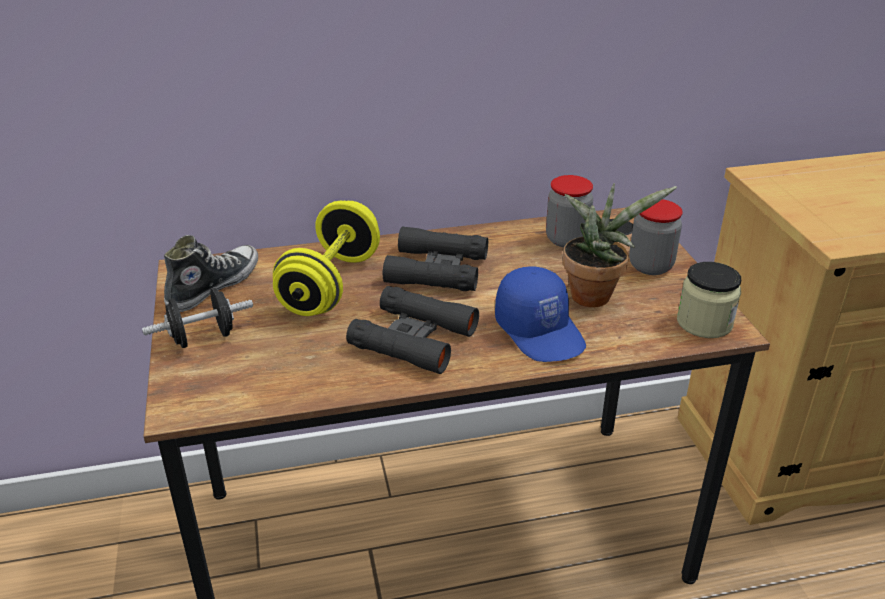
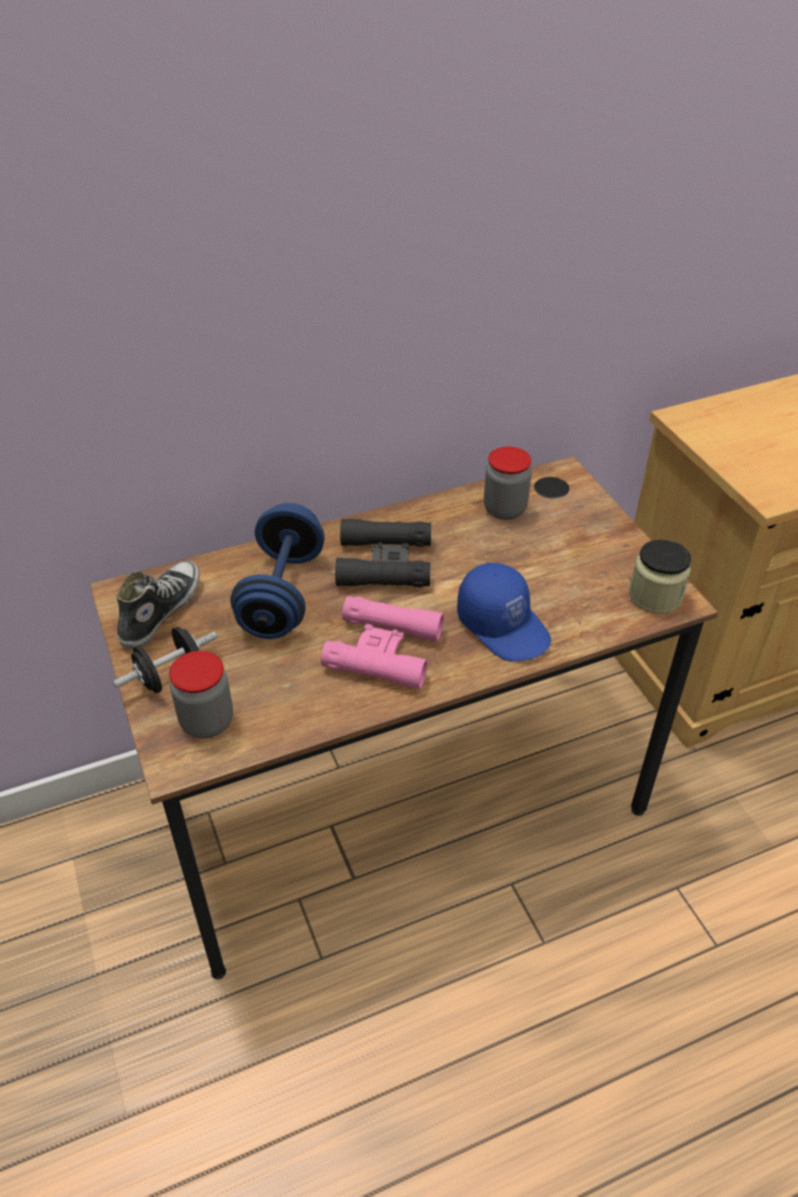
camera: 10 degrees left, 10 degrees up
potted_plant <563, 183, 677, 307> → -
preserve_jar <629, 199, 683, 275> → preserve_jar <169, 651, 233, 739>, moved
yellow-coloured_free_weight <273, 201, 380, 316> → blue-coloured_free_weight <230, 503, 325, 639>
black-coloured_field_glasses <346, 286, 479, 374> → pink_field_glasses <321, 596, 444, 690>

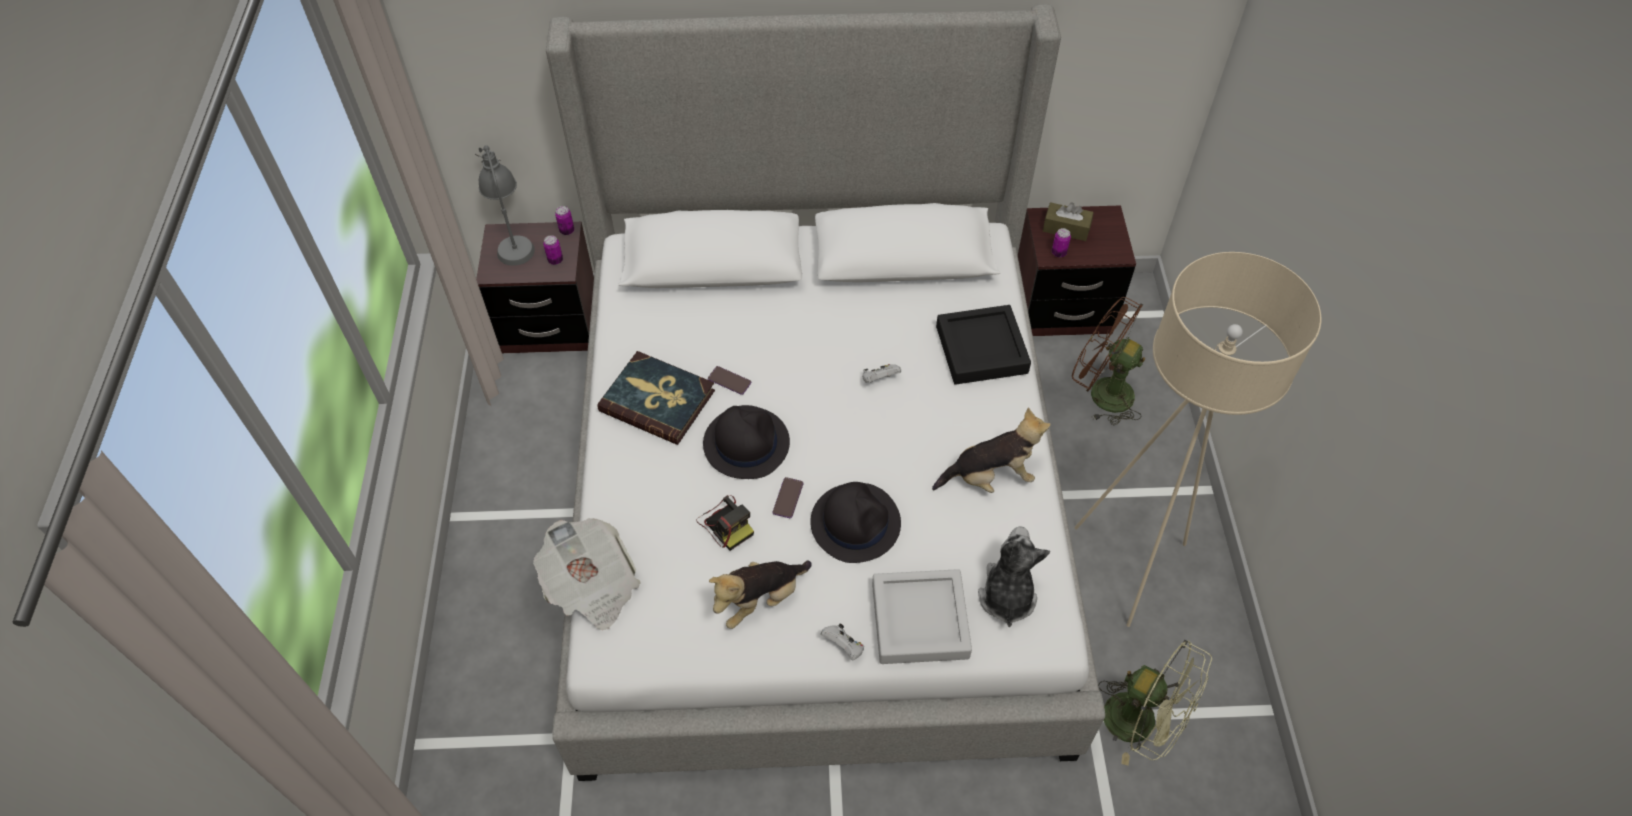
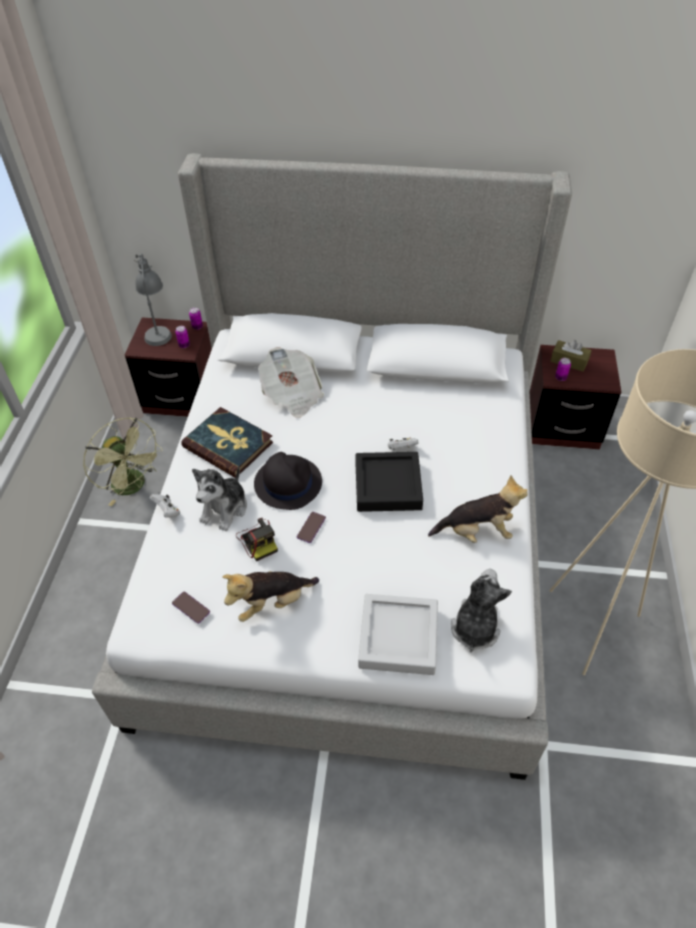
camera: 10 degrees right, 5 degrees down
black-coloured_hat <810, 482, 901, 563> → -
brown-coloured_fan <1072, 297, 1145, 425> → -
- → soft_toy <192, 466, 247, 531>
printed_paper <533, 518, 641, 630> → printed_paper <258, 347, 324, 418>, moved
telephone <708, 366, 752, 395> → telephone <172, 592, 210, 624>, moved
white_game_controller <821, 624, 864, 660> → white_game_controller <149, 494, 180, 518>, moved
black-coloured_carrying_tray <936, 305, 1031, 385> → black-coloured_carrying_tray <355, 452, 423, 512>, moved
green-coloured_fan <1098, 640, 1212, 765> → green-coloured_fan <83, 417, 163, 506>, moved

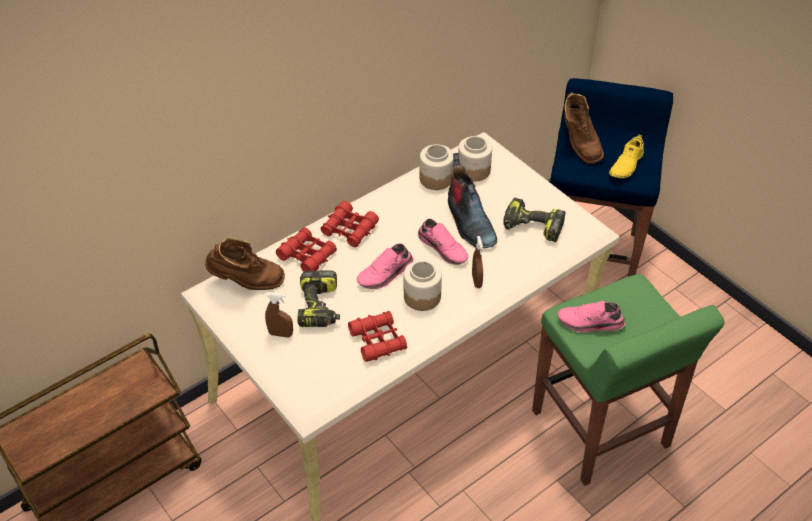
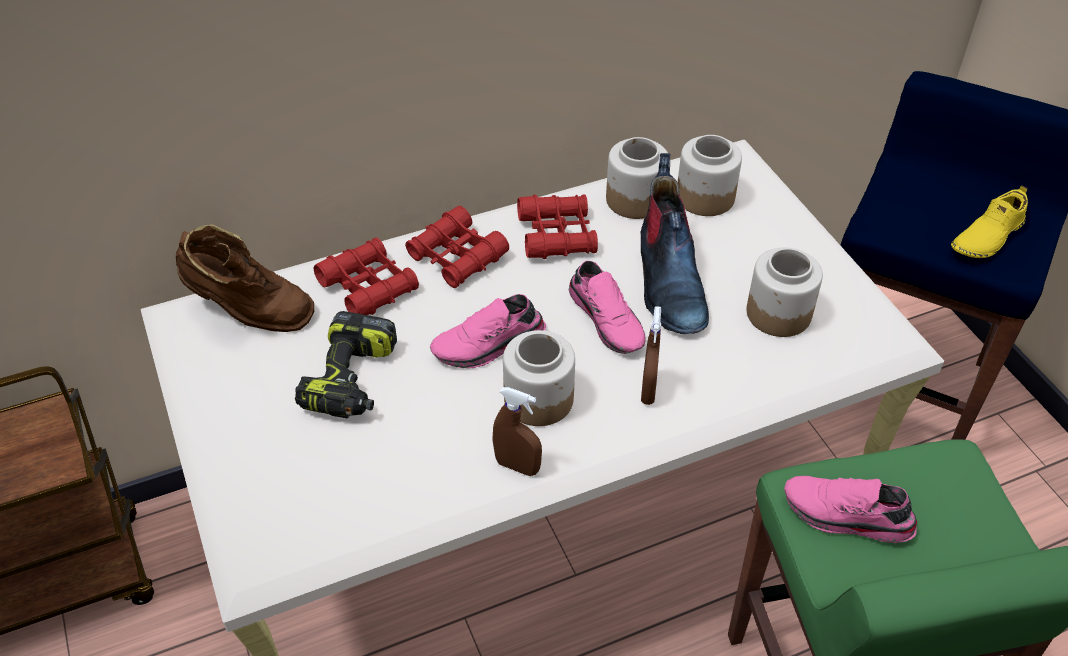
camera: 15 degrees right, 0 degrees up
brown-coloured_boot <564, 92, 604, 164> → -
brown-coloured_hand_sprayer <265, 292, 293, 337> → brown-coloured_hand_sprayer <493, 387, 542, 476>, moved
red_field_glasses <348, 311, 407, 362> → red_field_glasses <517, 194, 598, 259>, moved
power_drill <503, 197, 566, 242> → preserve_jar <747, 247, 823, 337>

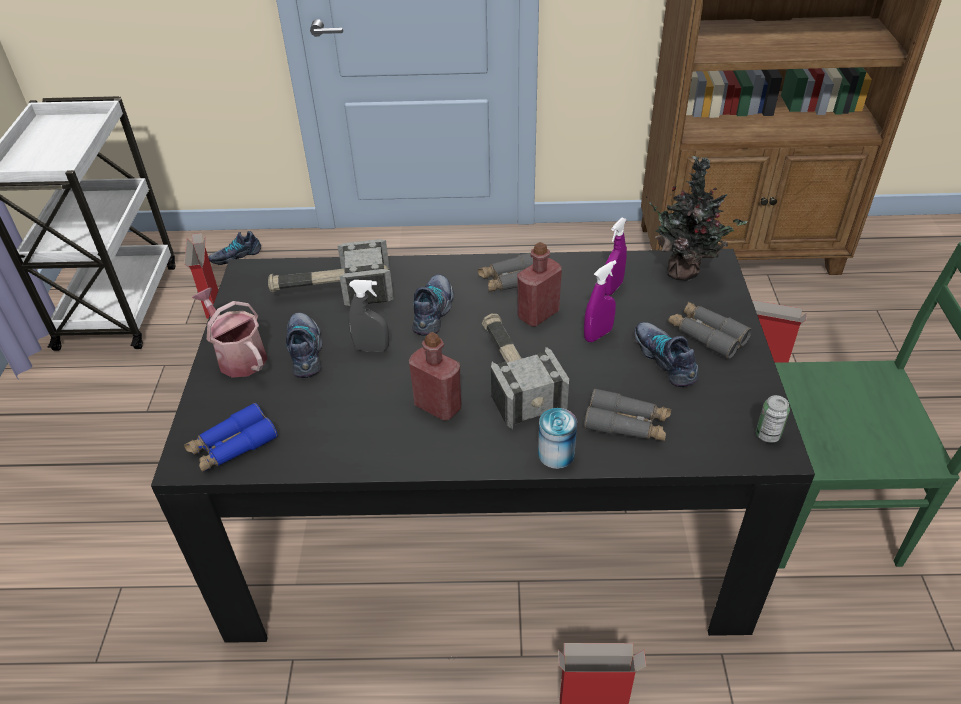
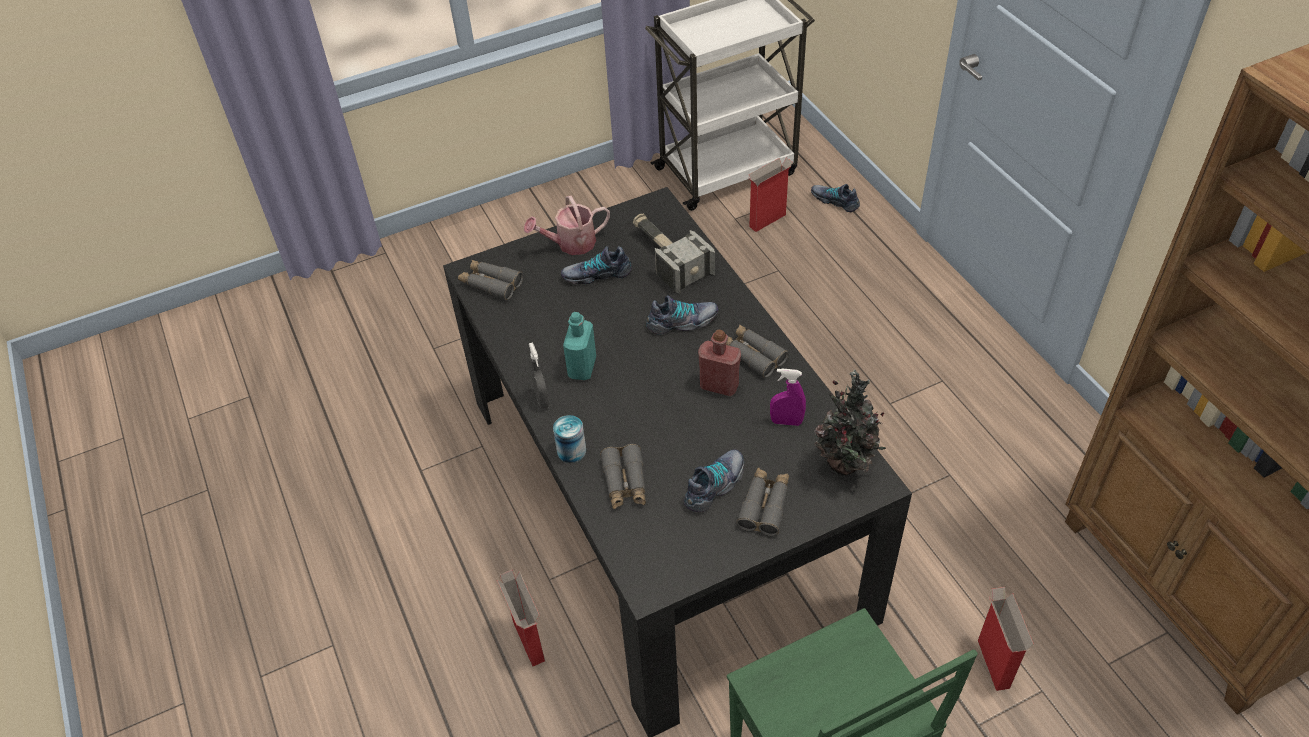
camera: 65 degrees right, 5 degrees up
tool_hammer <482, 314, 569, 429> → -
purple_hand_sprayer <584, 260, 617, 342> → -
sealed_can <756, 395, 790, 443> → -
gray_hand_sprayer <348, 280, 389, 352> → gray_hand_sprayer <529, 343, 549, 409>, moved
blue-coloured_field_glasses <184, 403, 278, 472> → gray_field_glasses <458, 260, 523, 300>
red_drink_bottle <409, 332, 461, 421> → turquoise_drink_bottle <563, 312, 596, 380>
watering_pot <192, 288, 268, 378> → watering_pot <524, 196, 610, 255>, 135 degrees counterclockwise
low_shoe <286, 313, 323, 378> → low_shoe <561, 246, 632, 284>, 150 degrees counterclockwise

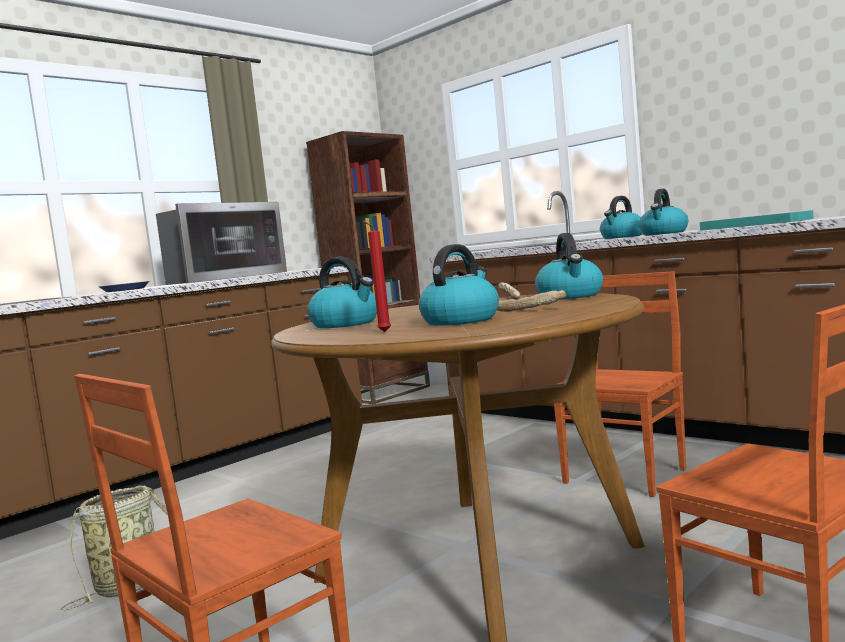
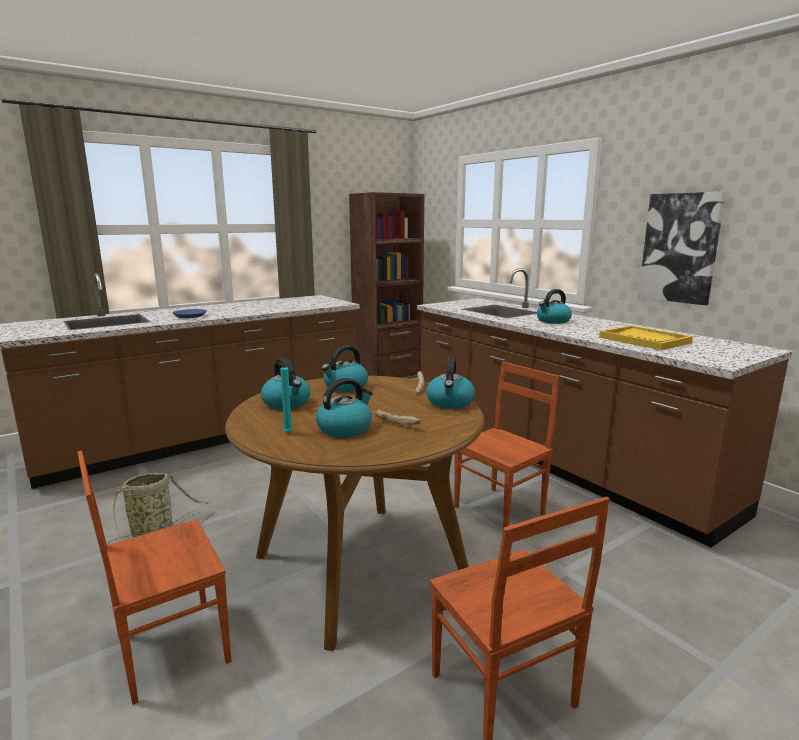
camera: 10 degrees right, 10 degrees up
microwave <156, 202, 287, 285> → -
- → picture <638, 192, 726, 305>
tea_kettle <639, 189, 688, 236> → tea_kettle <322, 345, 368, 392>, moved
red_wax_light <363, 221, 391, 332> → turquoise_wax_light <276, 362, 293, 433>
turquoise_carrying_tray <700, 210, 814, 231> → yellow-coloured_carrying_tray <599, 325, 693, 350>

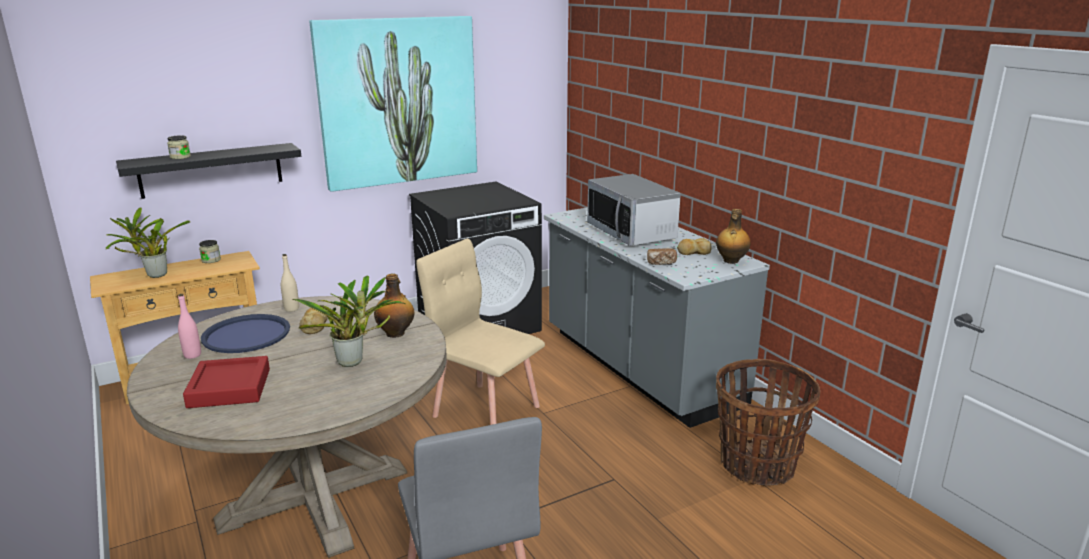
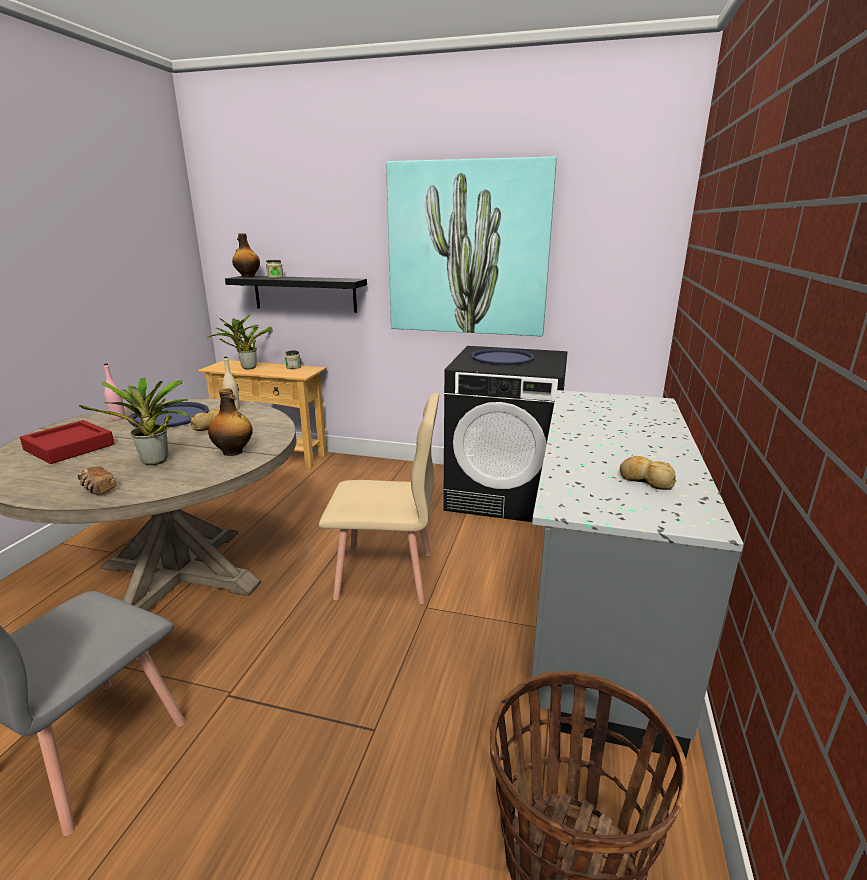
camera: 45 degrees right, 0 degrees up
microwave <587, 174, 681, 246> → -
- → blue-coloured_carrying_tray <471, 348, 534, 365>
baked_bread <647, 248, 677, 265> → baked_bread <78, 466, 116, 495>, moved
drink_bottle <716, 209, 751, 264> → drink_bottle <232, 233, 260, 278>, moved
beige-coloured_upright_chair <416, 239, 545, 425> → beige-coloured_upright_chair <319, 393, 439, 604>, 105 degrees clockwise

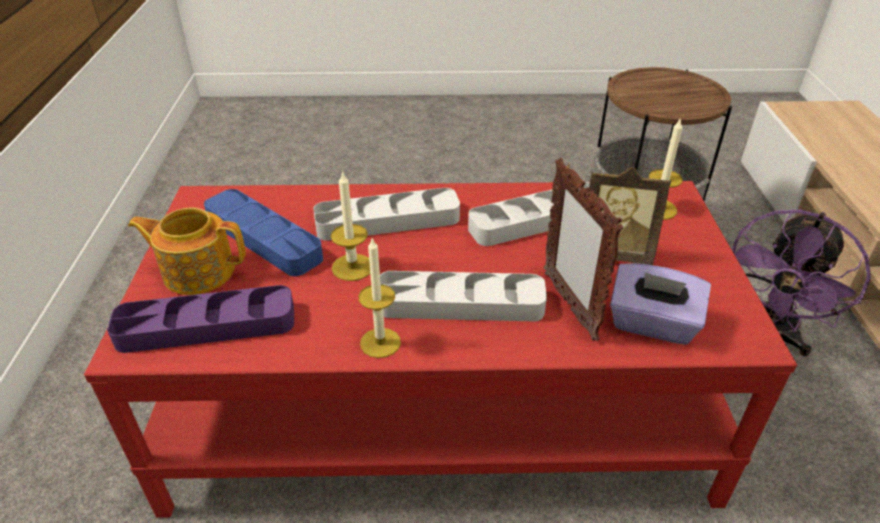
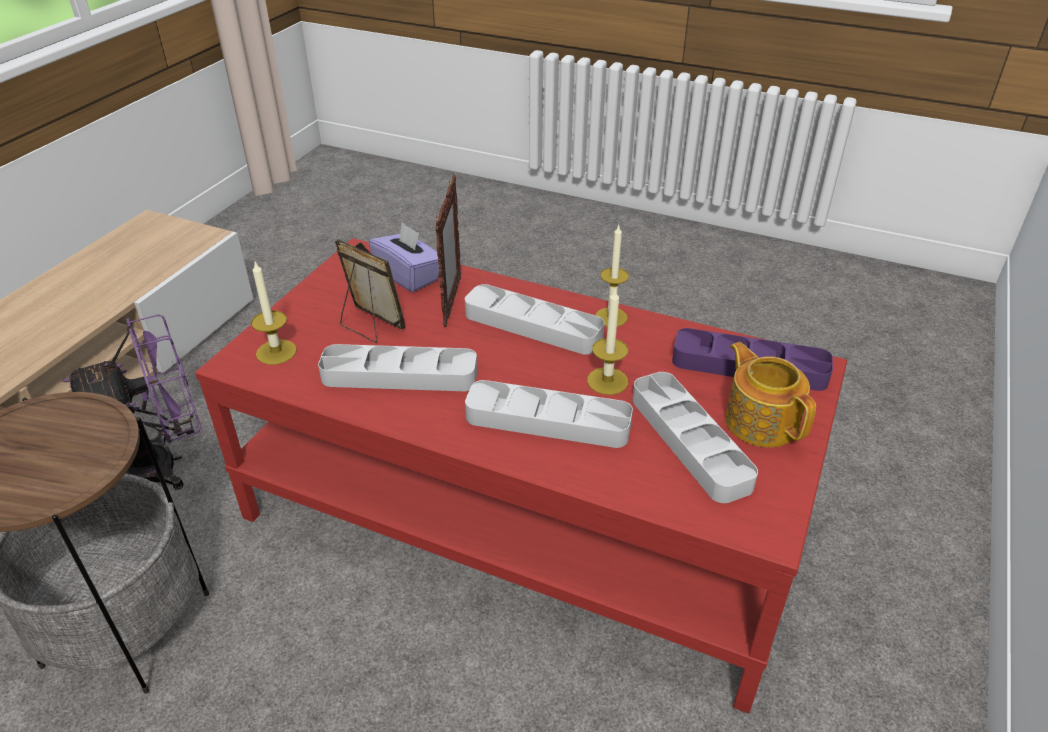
camera: 155 degrees left, 0 degrees up
blue-coloured_carrying_tray <204, 189, 323, 276> → gray_carrying_tray <632, 372, 758, 503>
pot_for_tea <128, 207, 246, 295> → pot_for_tea <725, 342, 816, 448>, 150 degrees counterclockwise

